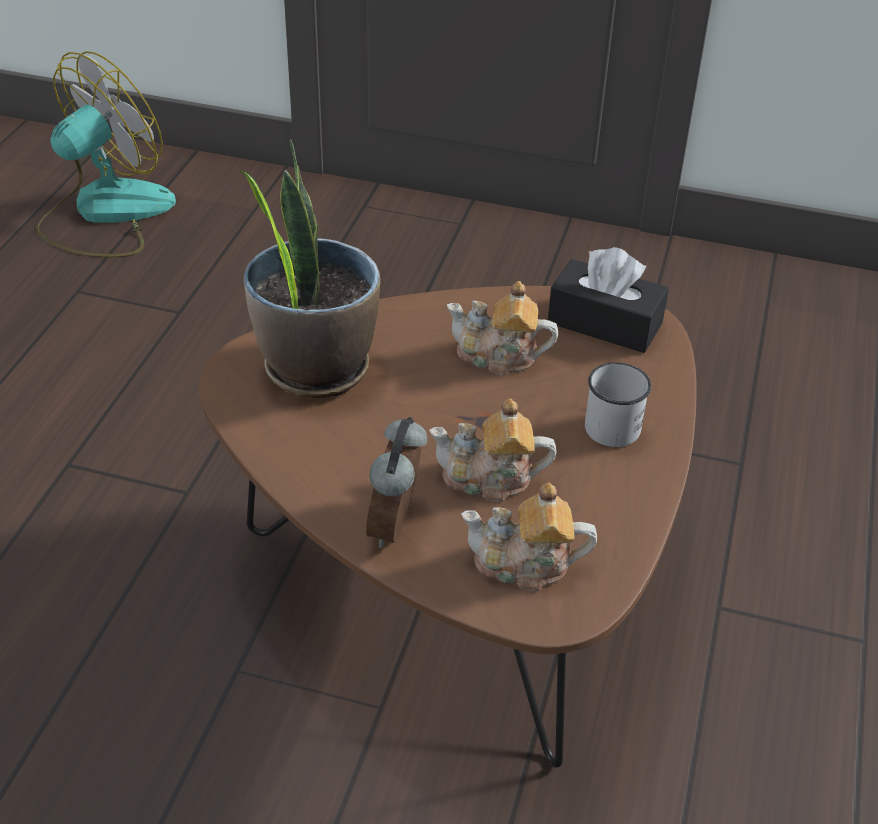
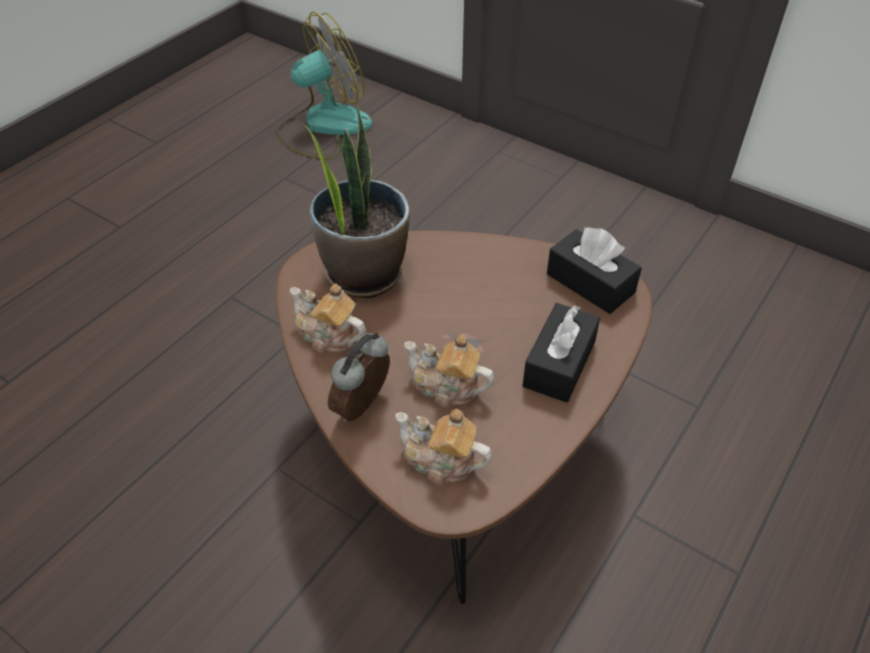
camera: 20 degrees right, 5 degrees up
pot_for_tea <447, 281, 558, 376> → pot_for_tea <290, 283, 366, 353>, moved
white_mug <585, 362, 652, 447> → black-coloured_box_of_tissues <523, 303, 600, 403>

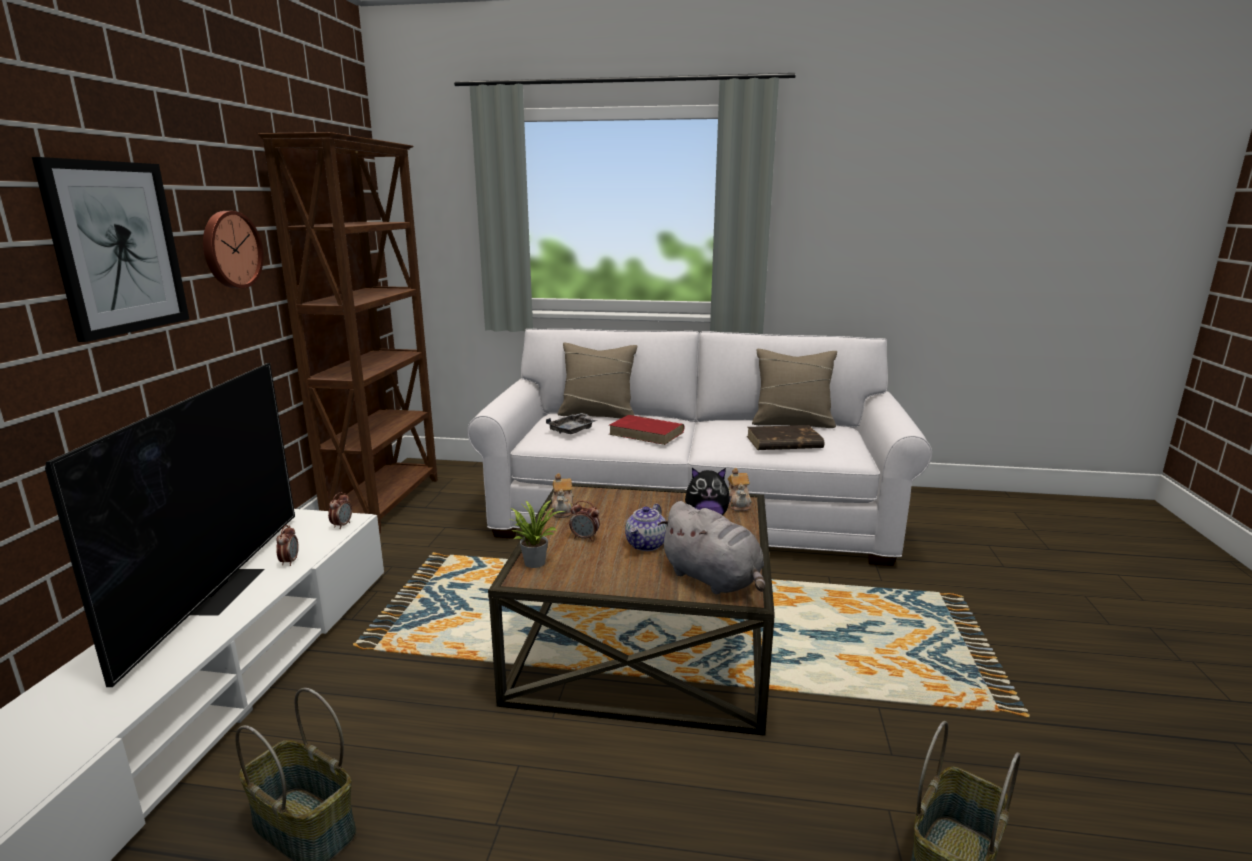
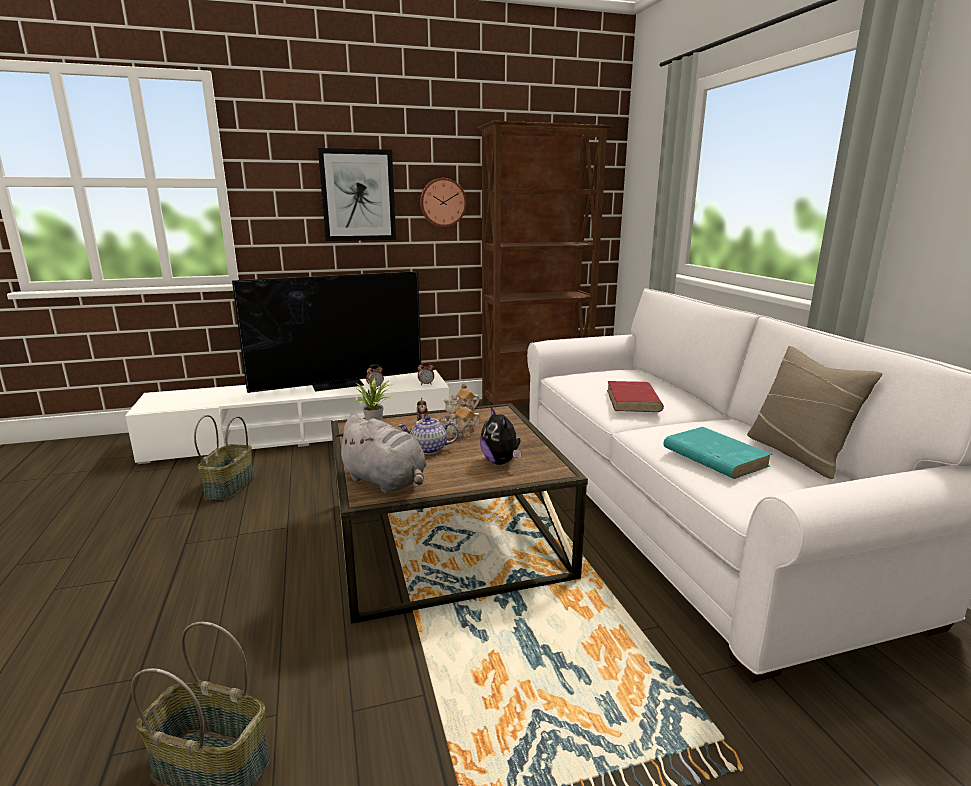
camera: 65 degrees right, 0 degrees up
gray_carrying_tray <546, 413, 597, 434> → -
beige-coloured_pillow <558, 343, 637, 419> → -
pot_for_tea <728, 468, 752, 511> → pot_for_tea <441, 401, 480, 439>, moved
brown-coloured_book <747, 425, 824, 450> → turquoise_book <664, 427, 772, 479>
gray_soft_toy <658, 501, 765, 594> → gray_soft_toy <334, 415, 427, 493>, 75 degrees counterclockwise

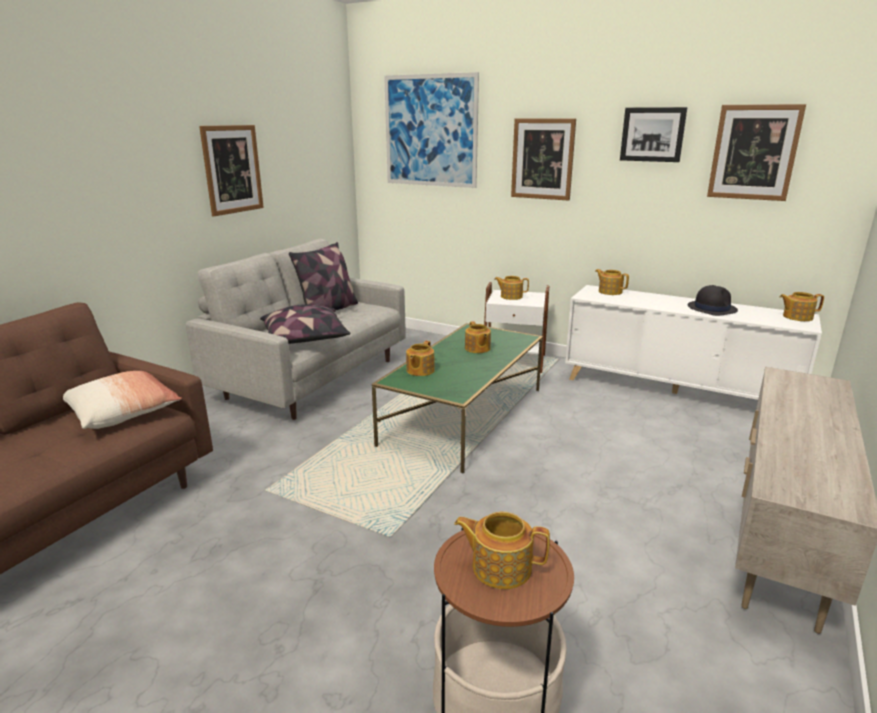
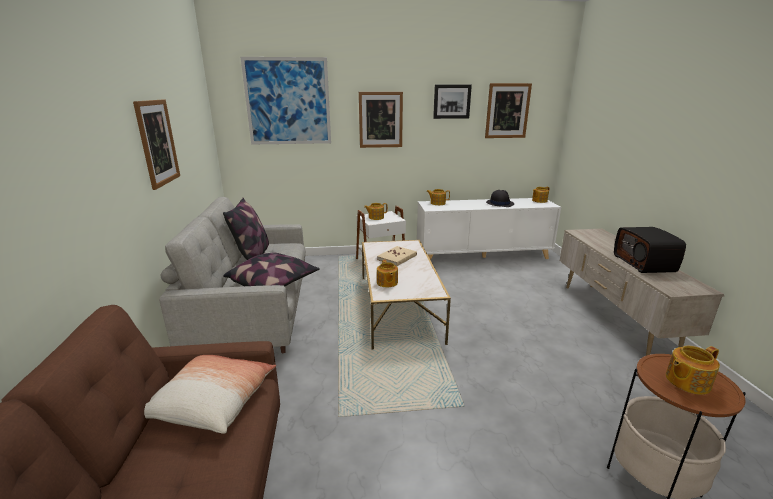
camera: 35 degrees left, 0 degrees up
- → radio <614, 227, 686, 273>
pot_for_tea <465, 321, 491, 353> → beige-coloured_book <377, 246, 417, 266>
green-coloured_low_table <372, 323, 543, 473> → white_low_table <362, 240, 451, 349>

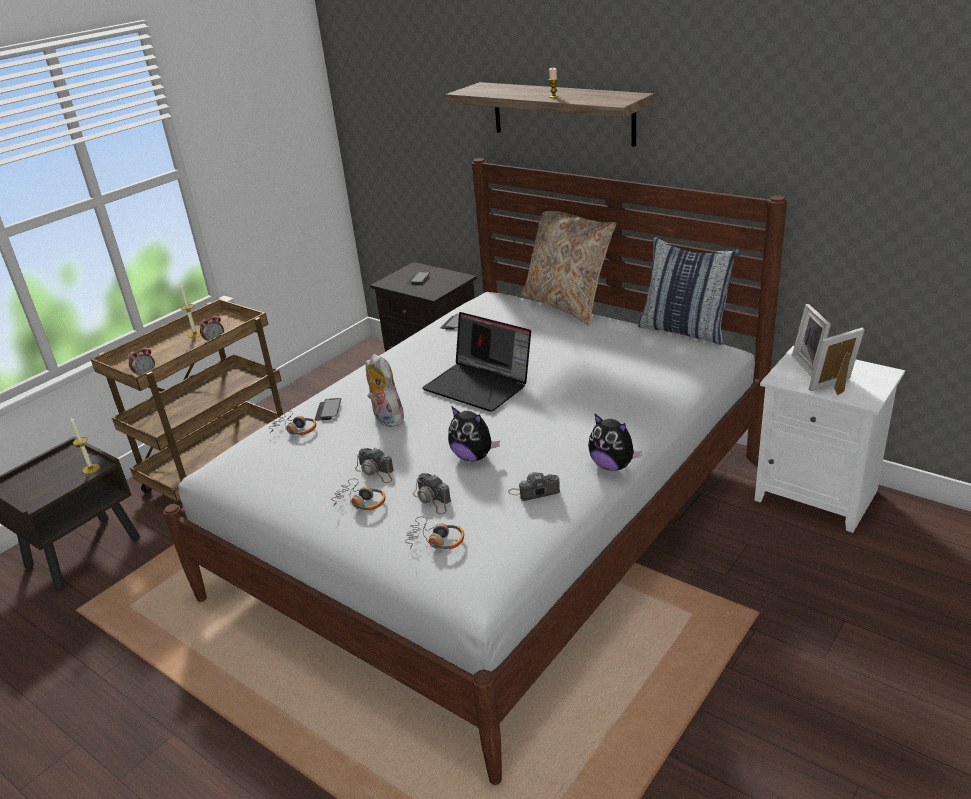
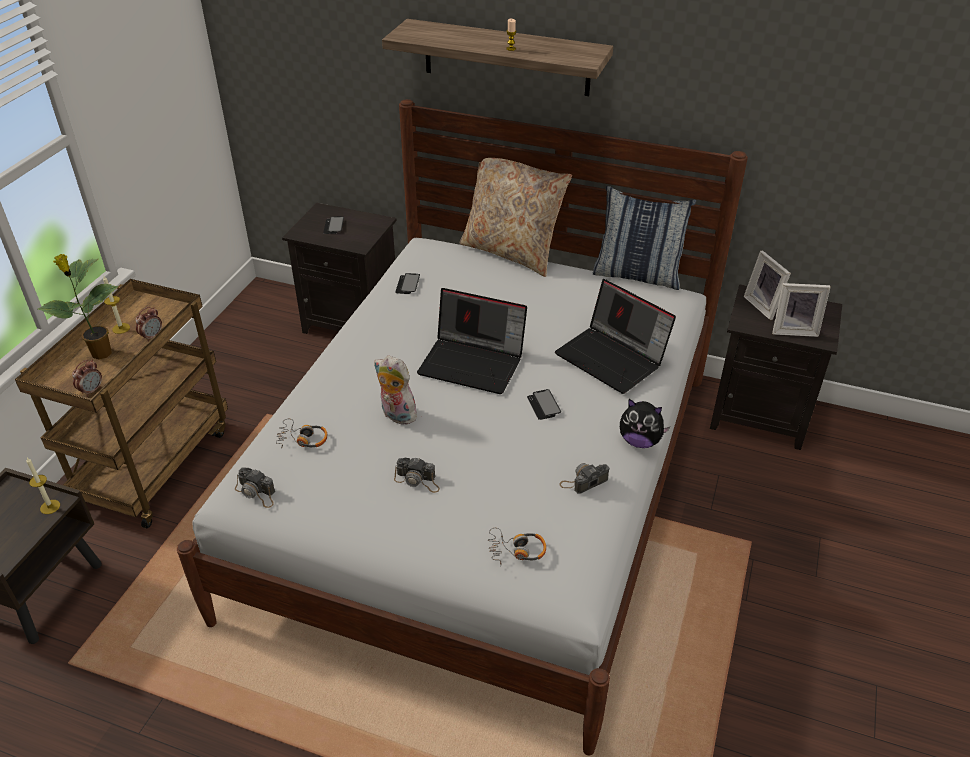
camera: 20 degrees left, 10 degrees up
headset <331, 479, 386, 511> → -
soft_toy <448, 407, 500, 461> → -
- → potted_plant <38, 254, 119, 360>
- → portable_computer <555, 279, 676, 394>
telephone <315, 398, 342, 421> → telephone <527, 389, 561, 420>, moved
photo_camera <413, 473, 451, 514> → photo_camera <235, 467, 275, 508>, moved
white_bedside_table <754, 346, 905, 533> → black-coloured_bedside_table <710, 284, 842, 450>
standing_frame <809, 328, 865, 395> → standing_frame <772, 283, 831, 337>, 135 degrees counterclockwise

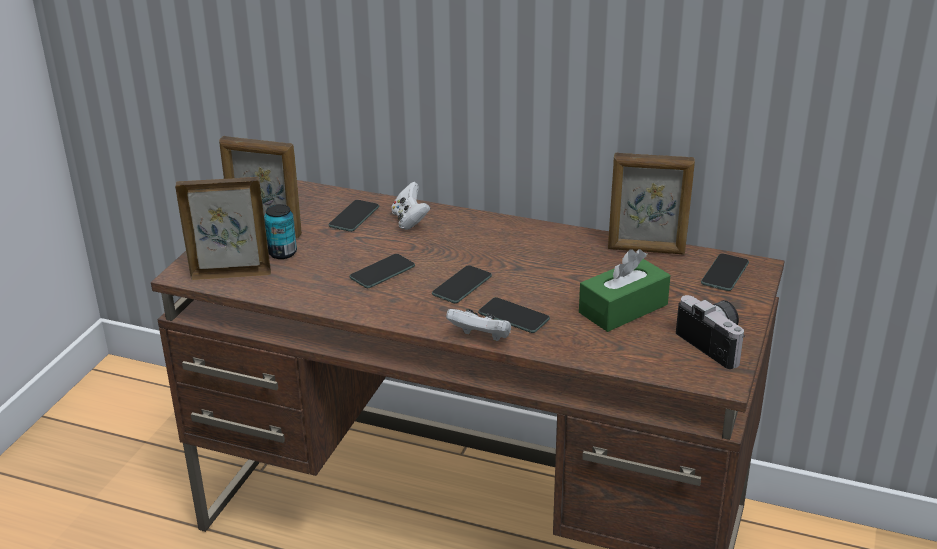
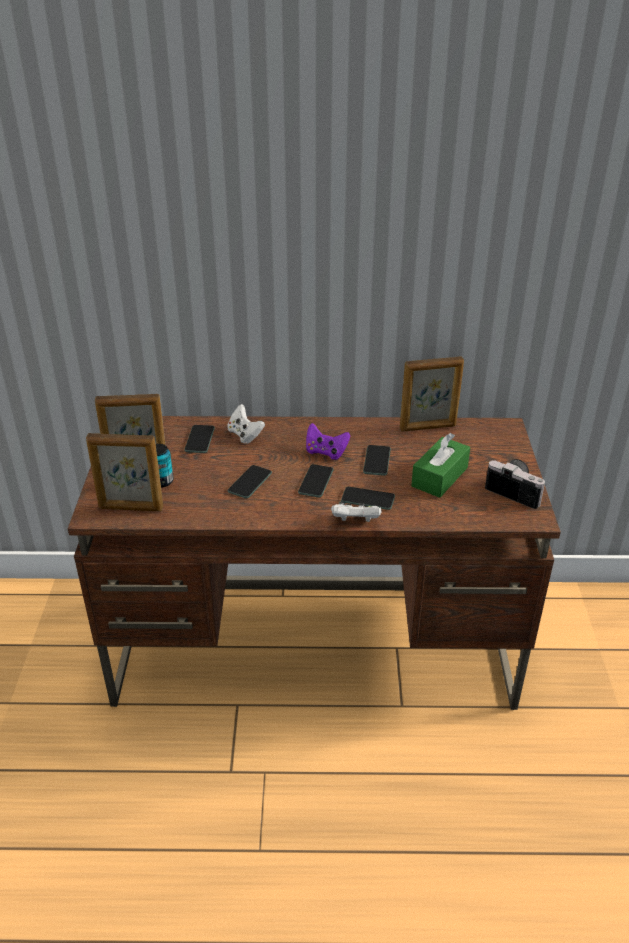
camera: 20 degrees left, 5 degrees up
- → purple_game_controller <306, 423, 350, 460>
telephone <701, 253, 749, 291> → telephone <363, 445, 391, 476>, moved
standing_frame <175, 177, 271, 280> → standing_frame <86, 433, 163, 511>, 150 degrees counterclockwise

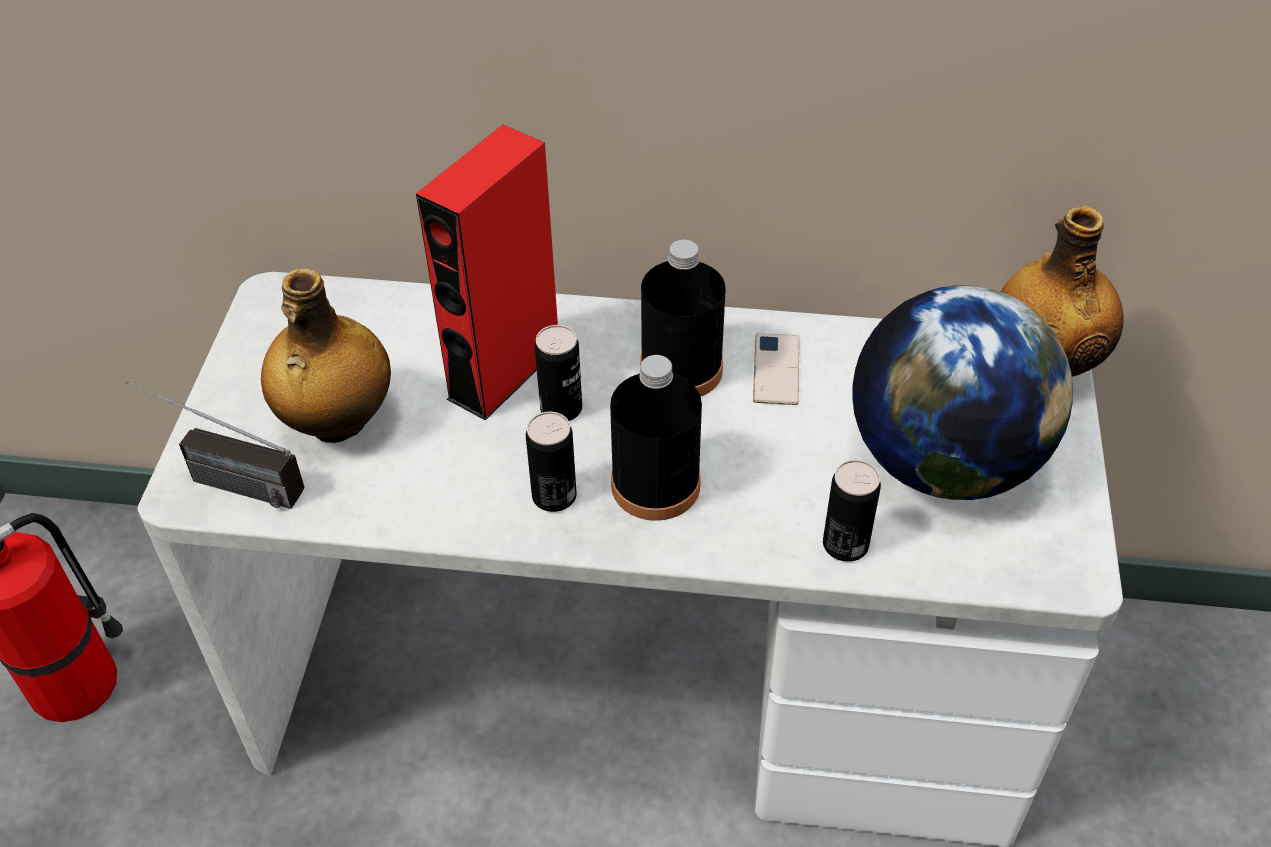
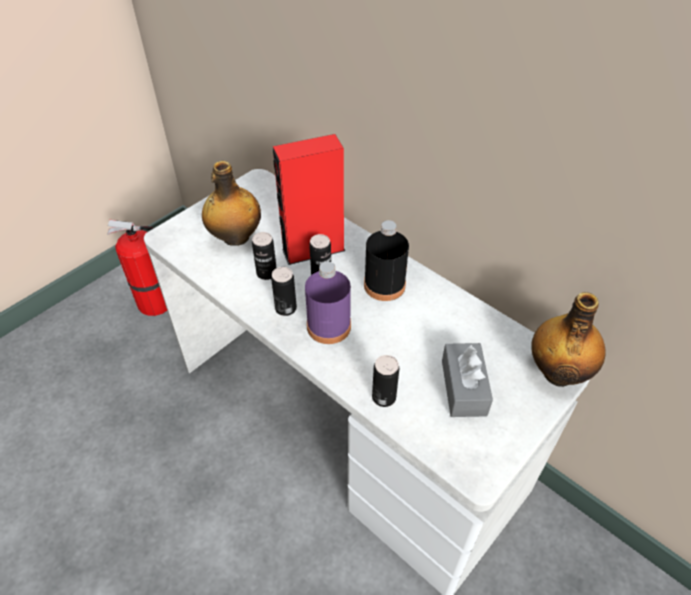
camera: 35 degrees right, 0 degrees up
radio <125, 380, 305, 509> → -
telephone <753, 333, 799, 405> → -
- → sealed_can <252, 232, 277, 280>
world_globe <852, 285, 1073, 500> → gray_box_of_tissues <442, 343, 493, 417>
black-coloured_drink_bottle <610, 355, 702, 521> → purple_drink_bottle <305, 262, 351, 344>

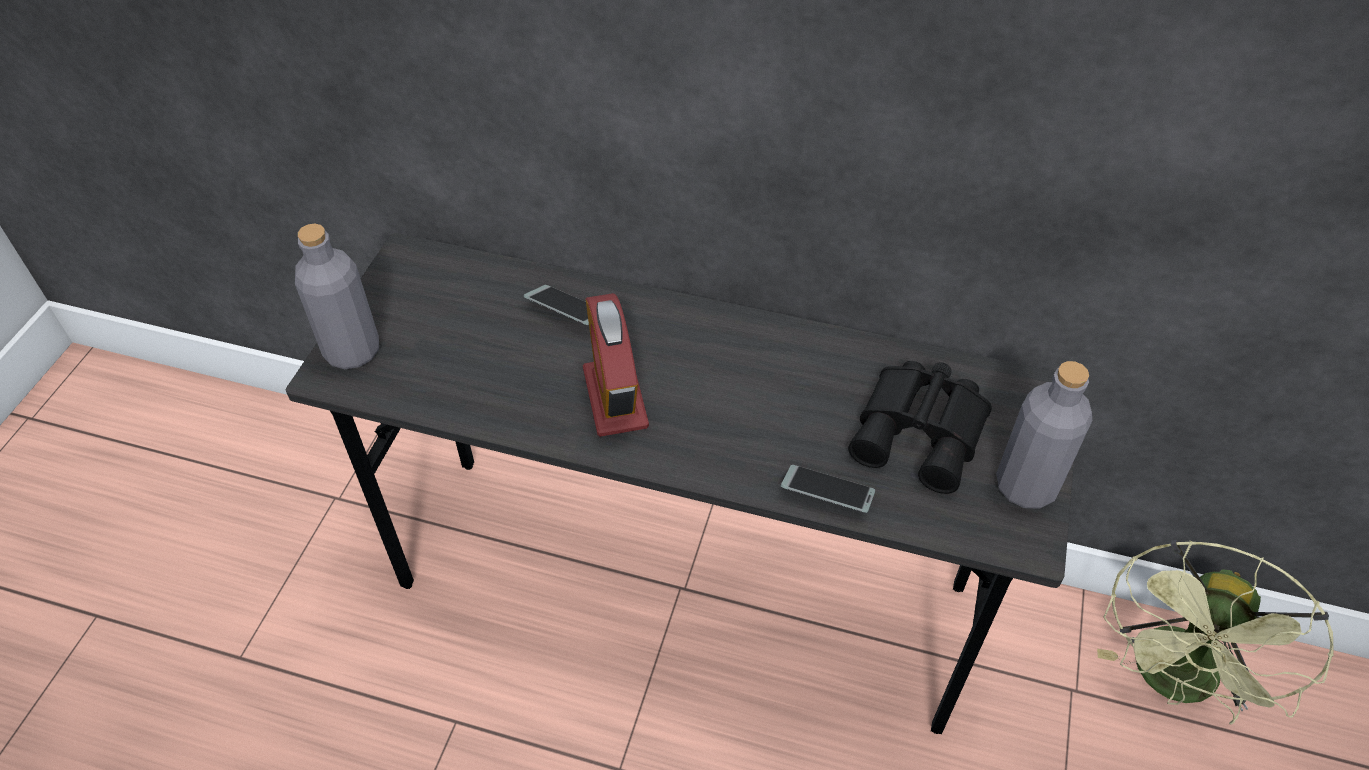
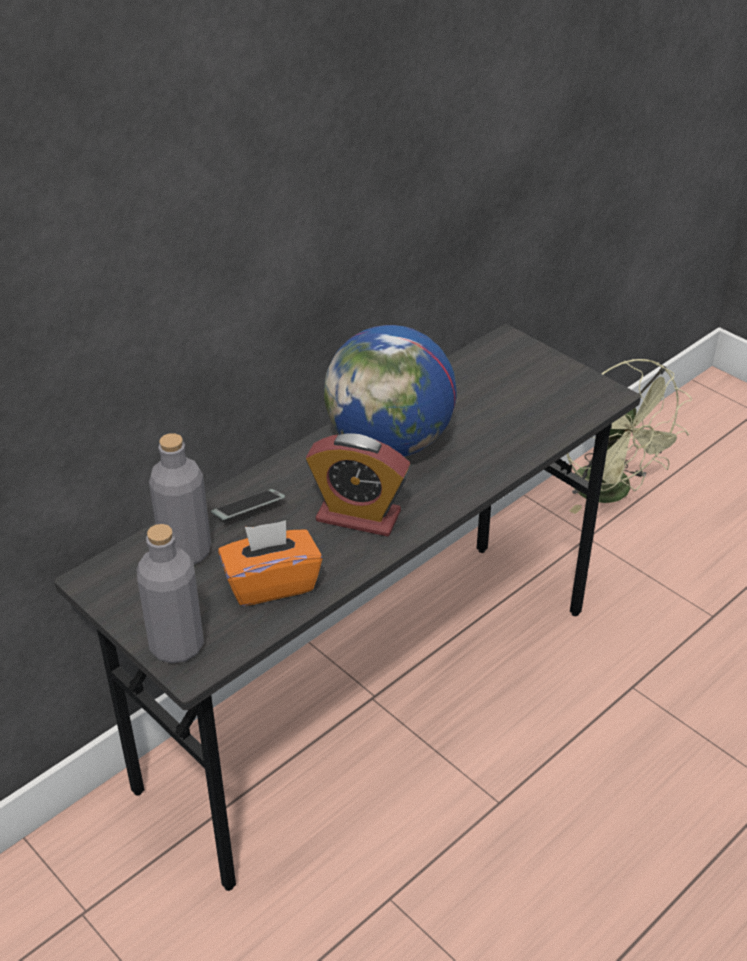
camera: 60 degrees left, 10 degrees down
telephone <781, 465, 876, 513> → -
black-coloured_field_glasses <848, 361, 992, 494> → -
- → orange-coloured_box_of_tissues <218, 520, 322, 606>
- → world_globe <324, 325, 457, 456>
gray_drink_bottle <996, 361, 1092, 509> → gray_drink_bottle <149, 433, 211, 564>, moved

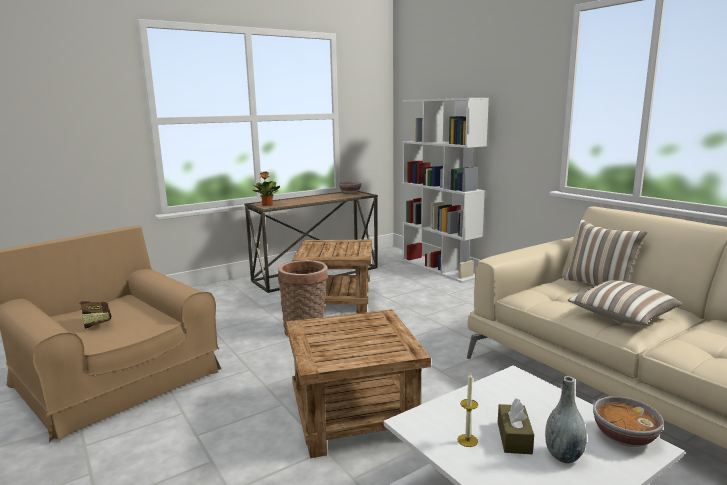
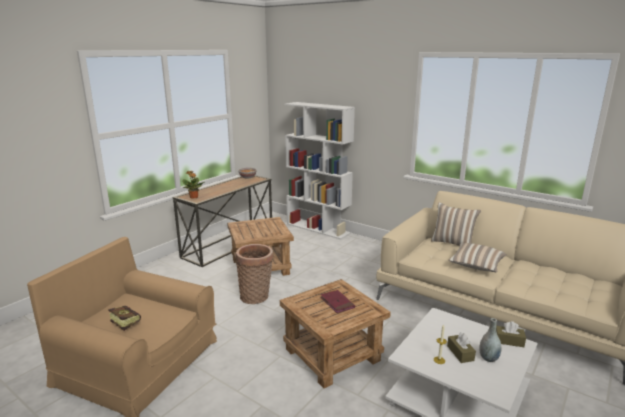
camera: 20 degrees left, 5 degrees up
- → red_book <320, 290, 355, 313>
bowl <593, 396, 664, 447> → brown-coloured_box_of_tissues <496, 321, 526, 347>

